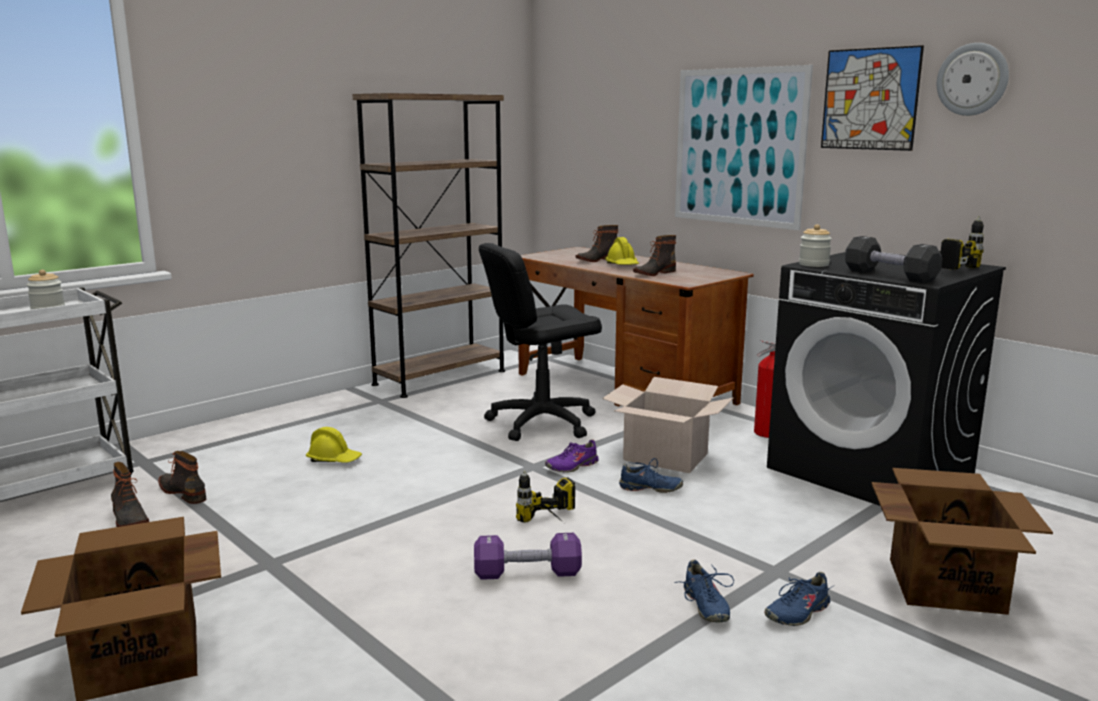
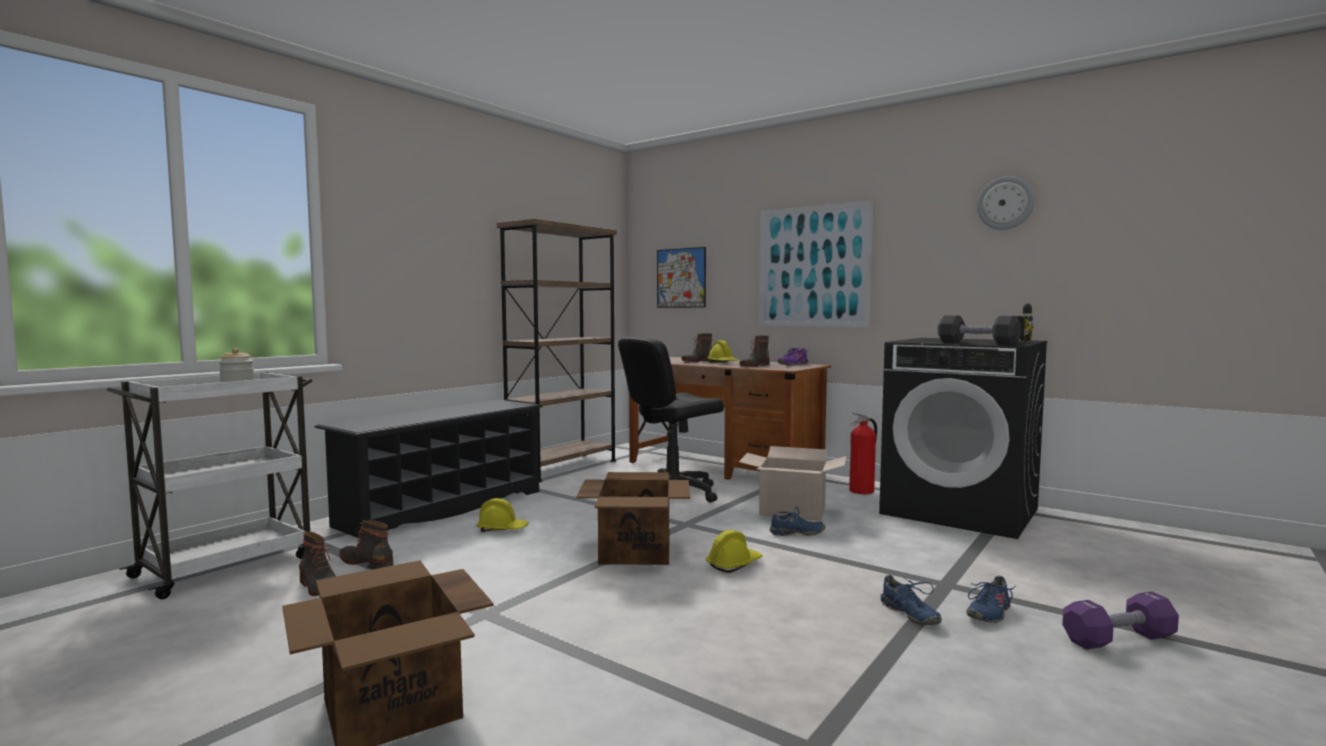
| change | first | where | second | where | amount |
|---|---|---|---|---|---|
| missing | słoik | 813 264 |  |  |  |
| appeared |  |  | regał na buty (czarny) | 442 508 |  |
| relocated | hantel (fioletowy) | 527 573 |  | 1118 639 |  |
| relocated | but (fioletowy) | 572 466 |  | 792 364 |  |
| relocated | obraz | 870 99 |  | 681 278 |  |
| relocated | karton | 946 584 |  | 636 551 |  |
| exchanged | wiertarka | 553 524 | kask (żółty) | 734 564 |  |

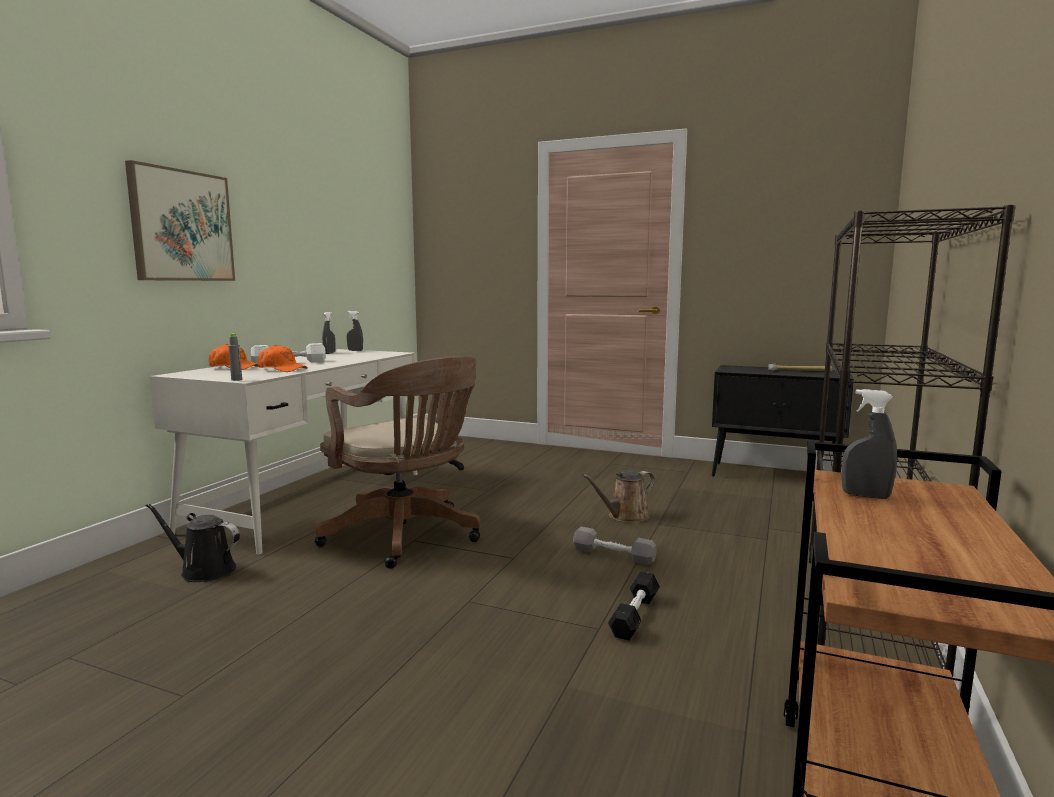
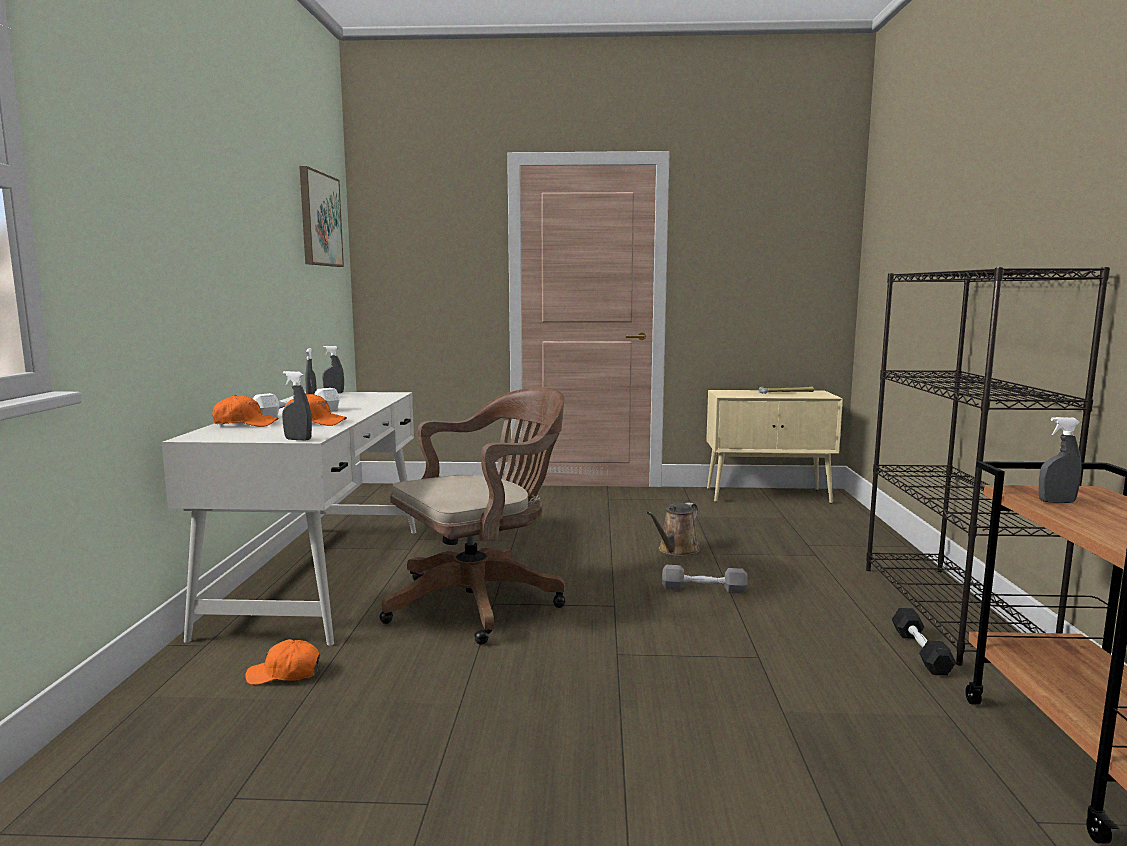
| change | first | where | second | where | amount |
|---|---|---|---|---|---|
| relocated | obraz | 182 226 |  | 319 219 |  |
| relocated | hantel (czarny) | 634 616 |  | 920 652 |  |
| exchanged | konewka (czarny) | 203 570 | czapka z daszkiem (pomarańczowy) | 284 674 |  |
| exchanged | butelka (szary) | 236 380 | spryskiwacz (szary) | 298 439 |  |
| colour | szafka (czarny) | 776 476 | szafka (beżowy) | 768 495 |  |
| spun | krzesło biurowe (brązowy) | 406 537 |  | 481 601 | 60 degrees counterclockwise |

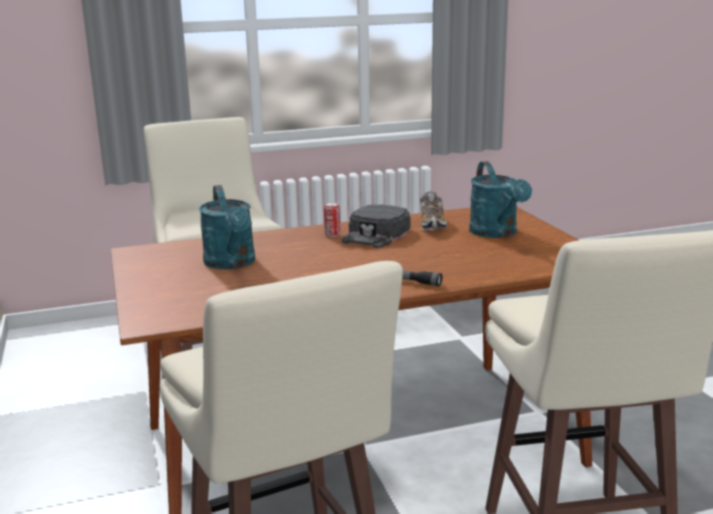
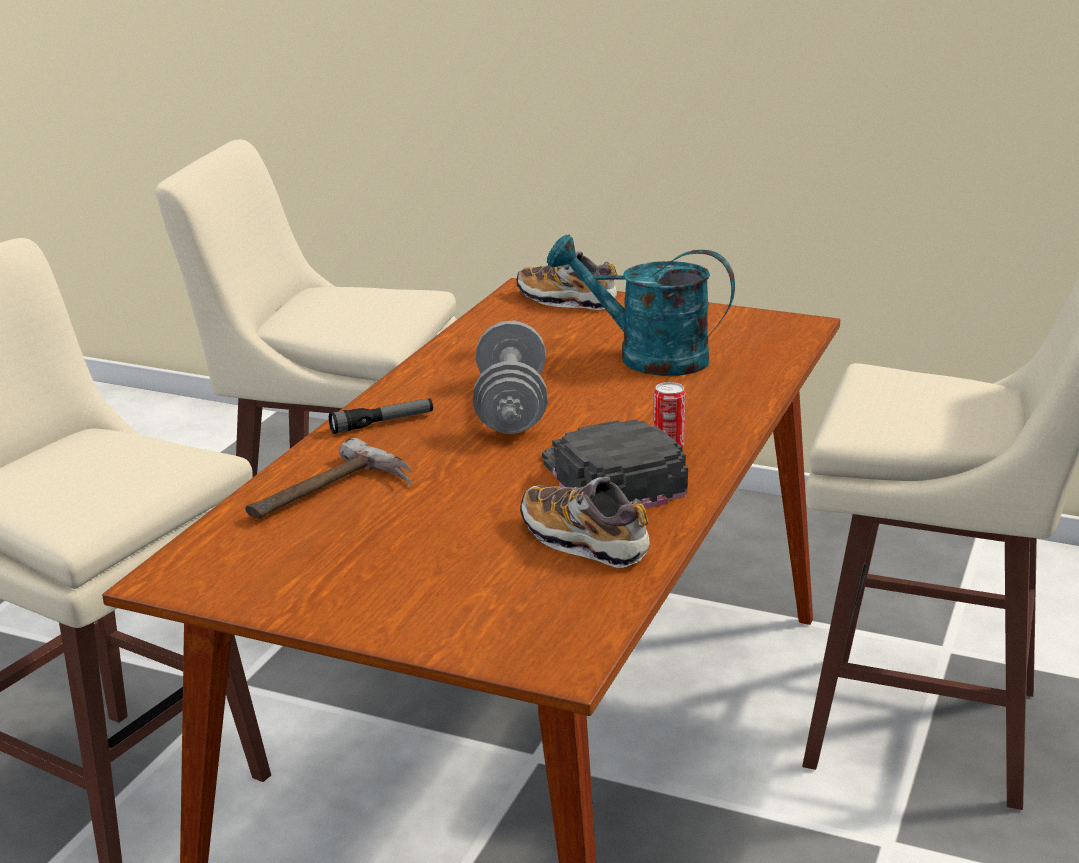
| change | first | where | second | where | amount |
|---|---|---|---|---|---|
| missing | konewka (turkusowy) | 497 233 |  |  |  |
| appeared |  |  | młotek | 330 496 |  |
| appeared |  |  | hantel (szary) | 511 408 |  |
| appeared |  |  | but | 566 300 |  |

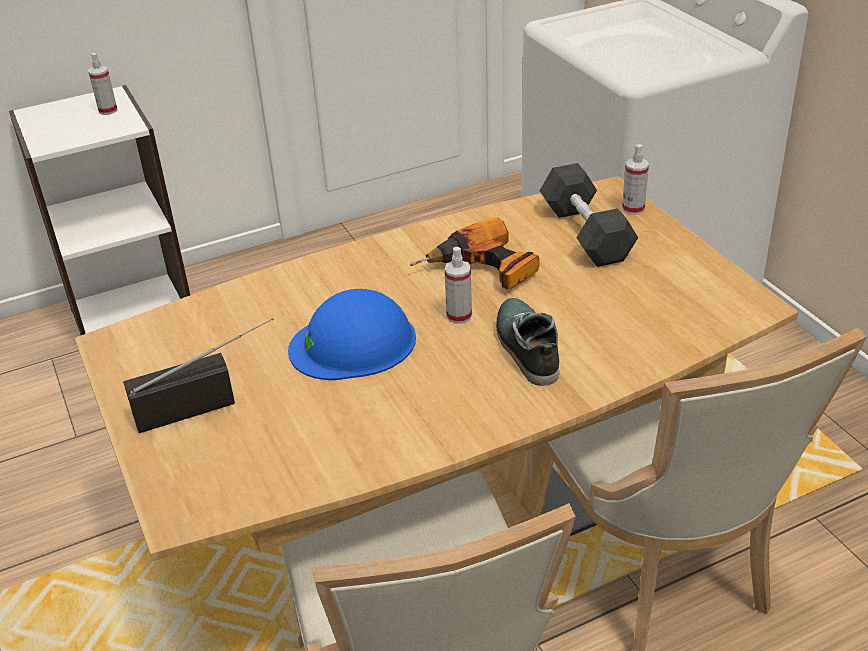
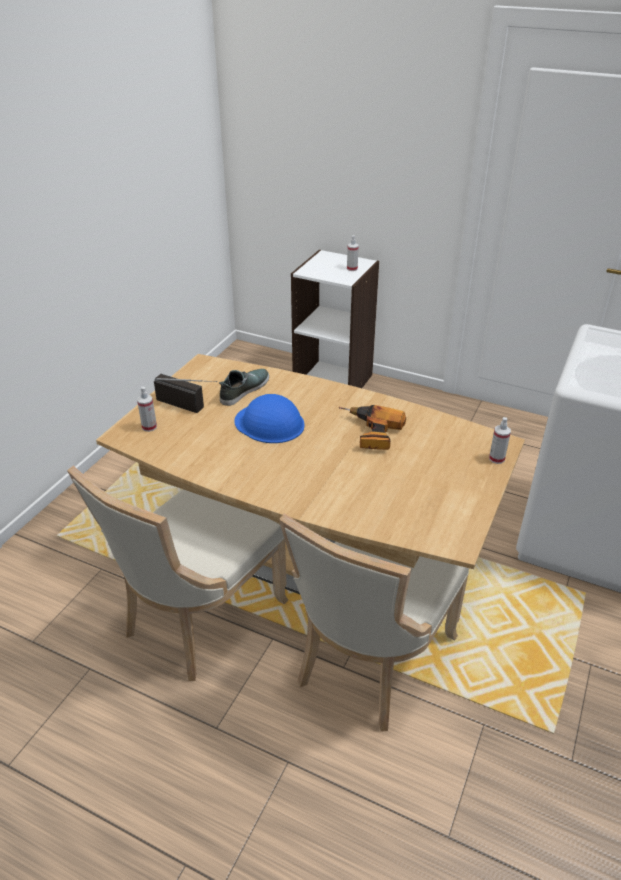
| change | first | where | second | where | amount |
|---|---|---|---|---|---|
| missing | hantel (czarny) | 585 233 |  |  |  |
| relocated | spryskiwacz | 459 316 |  | 149 427 |  |
| relocated | but | 525 347 |  | 244 390 |  |

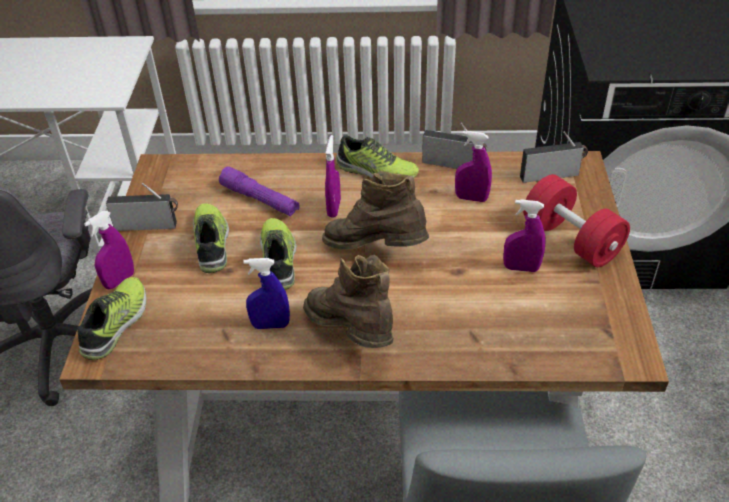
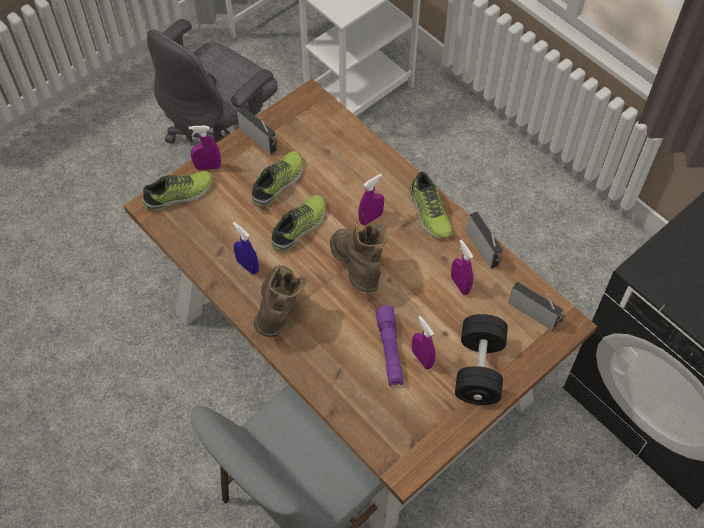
| change | first | where | second | where | amount |
|---|---|---|---|---|---|
| relocated | latarka (fioletowy) | 260 200 |  | 390 350 |  |
| colour | hantel (czerwony) | 571 239 | hantel (czarny) | 479 369 |  |

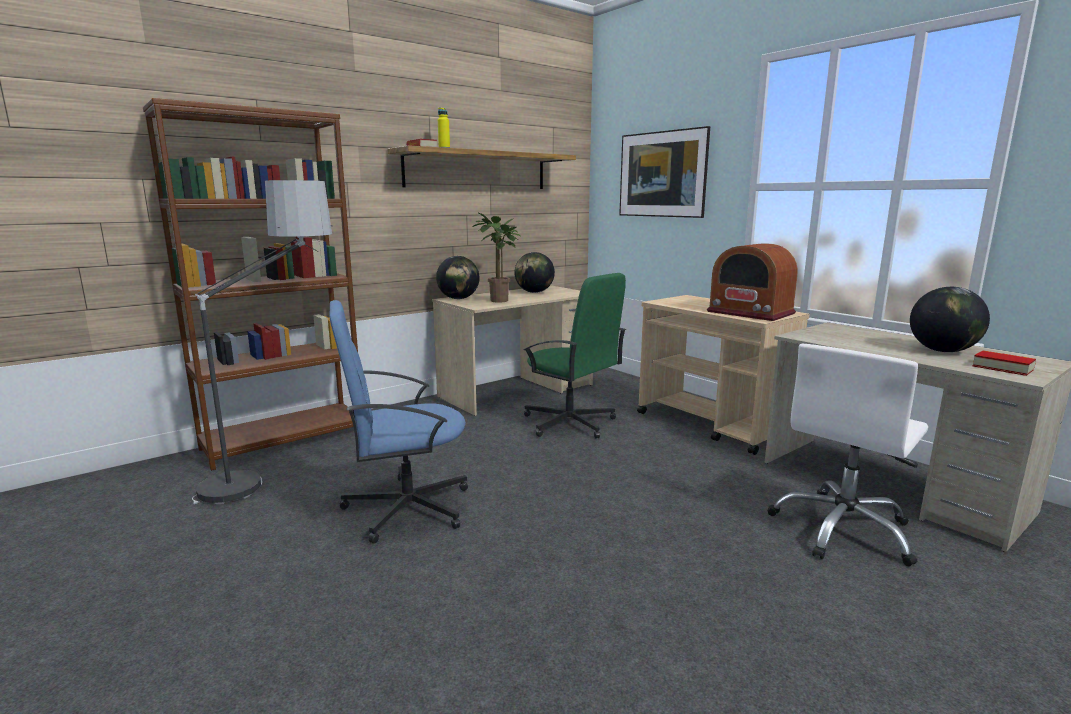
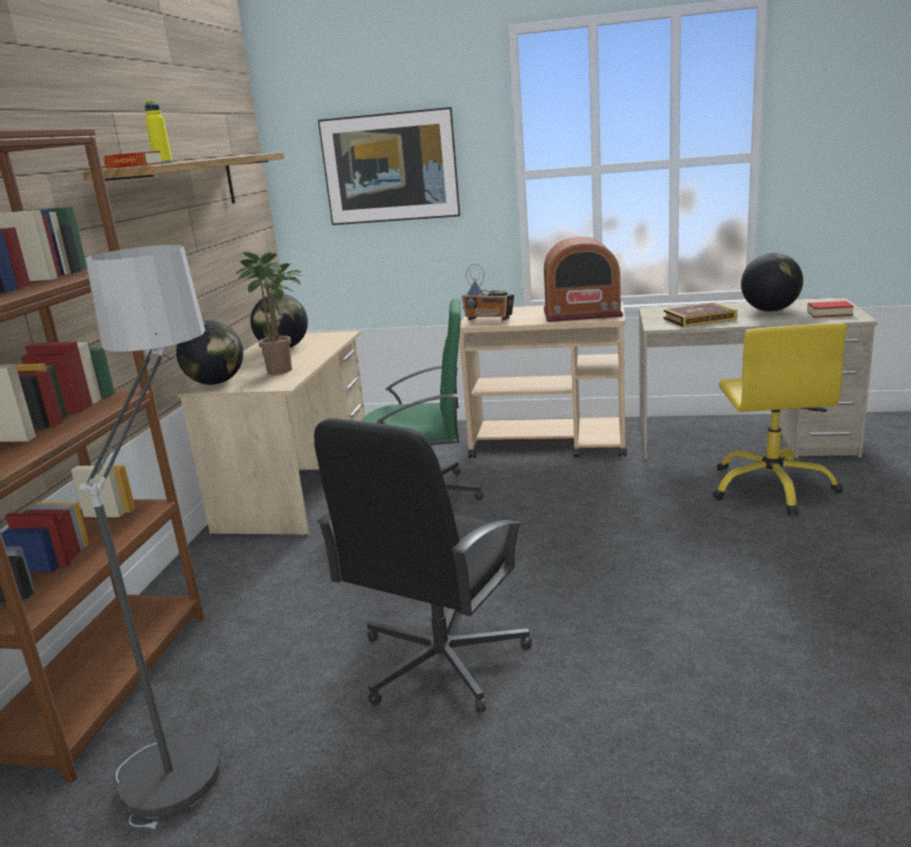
| change | first | where | second | where | amount |
|---|---|---|---|---|---|
| appeared |  |  | radio | 489 320 |  |
| appeared |  |  | książka | 699 319 |  |
| colour | krzesło biurowe (niebieski) | 405 508 | krzesło biurowe (czarny) | 439 662 |  |
| colour | krzesło biurowe (biały) | 843 530 | krzesło biurowe (żółty) | 772 487 |  |

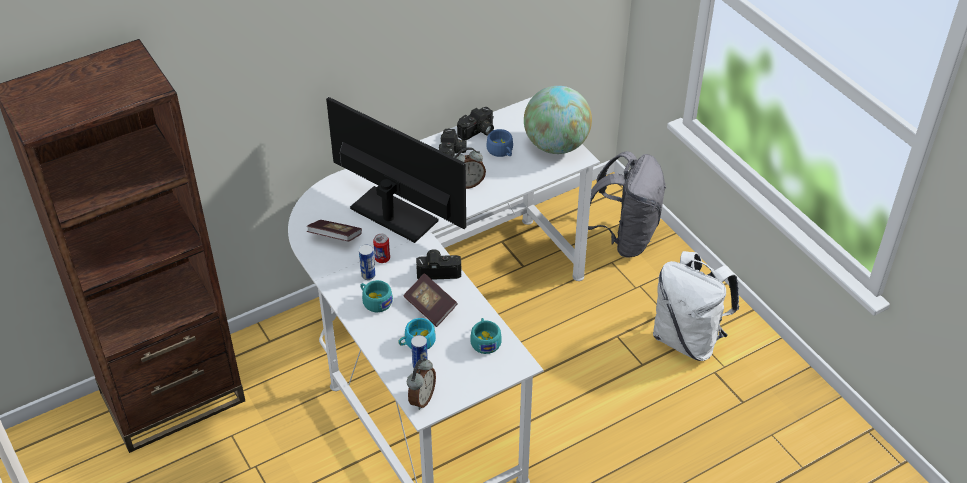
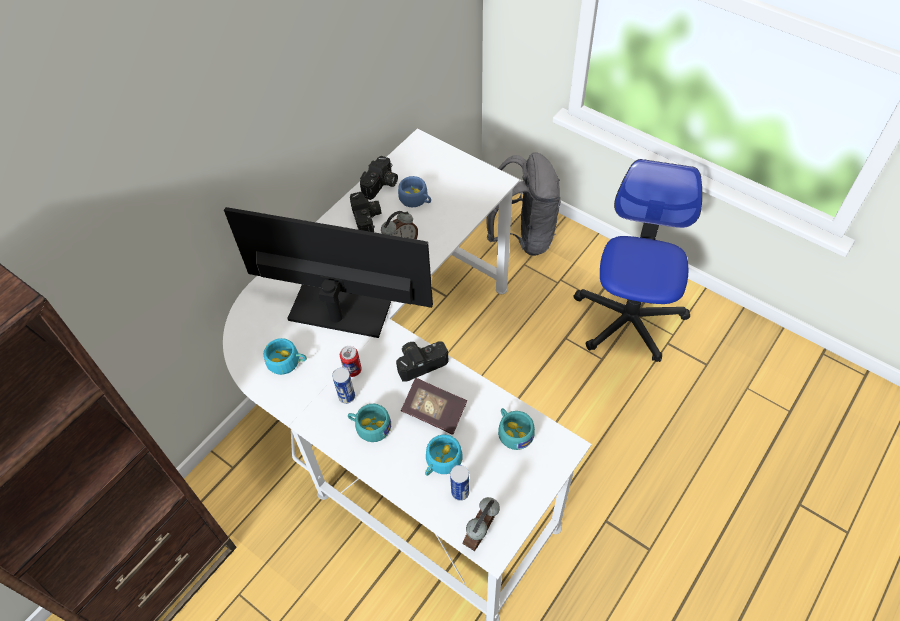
| change | first | where | second | where | amount |
|---|---|---|---|---|---|
| missing | globus | 556 145 |  |  |  |
| exchanged | książka | 335 237 | filiżanka (turkusowy) | 287 362 |  |
| exchanged | plecak (biały) | 688 339 | krzesło biurowe | 628 318 |  |
| spun | budzik | 421 398 |  | 482 534 | 150 degrees counterclockwise |

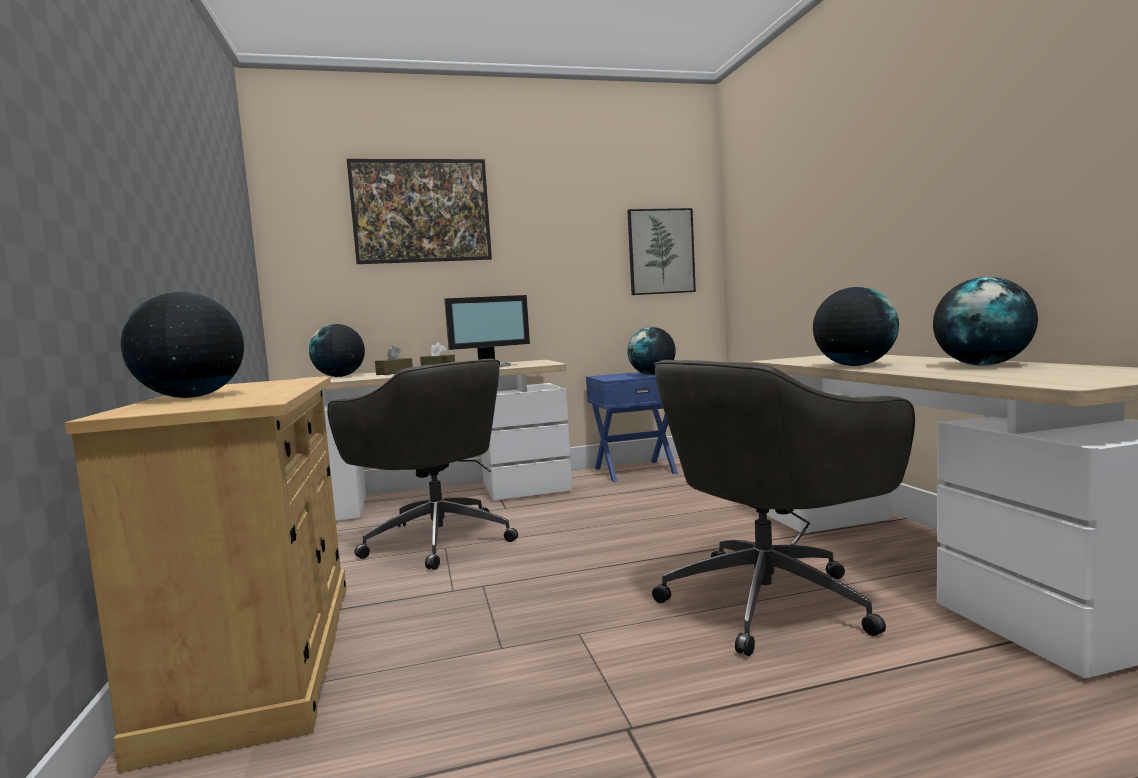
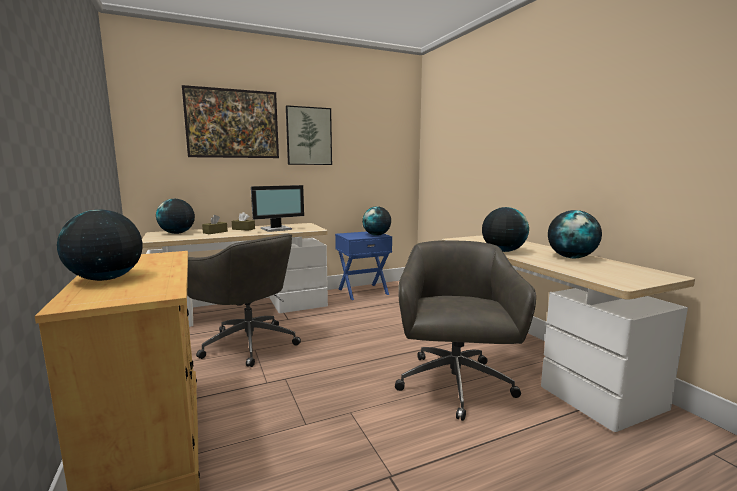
| change | first | where | second | where | amount |
|---|---|---|---|---|---|
| relocated | obraz | 660 252 |  | 309 136 |  |
| spun | krzesło biurowe (szary) | 771 600 |  | 455 386 | 135 degrees clockwise |

